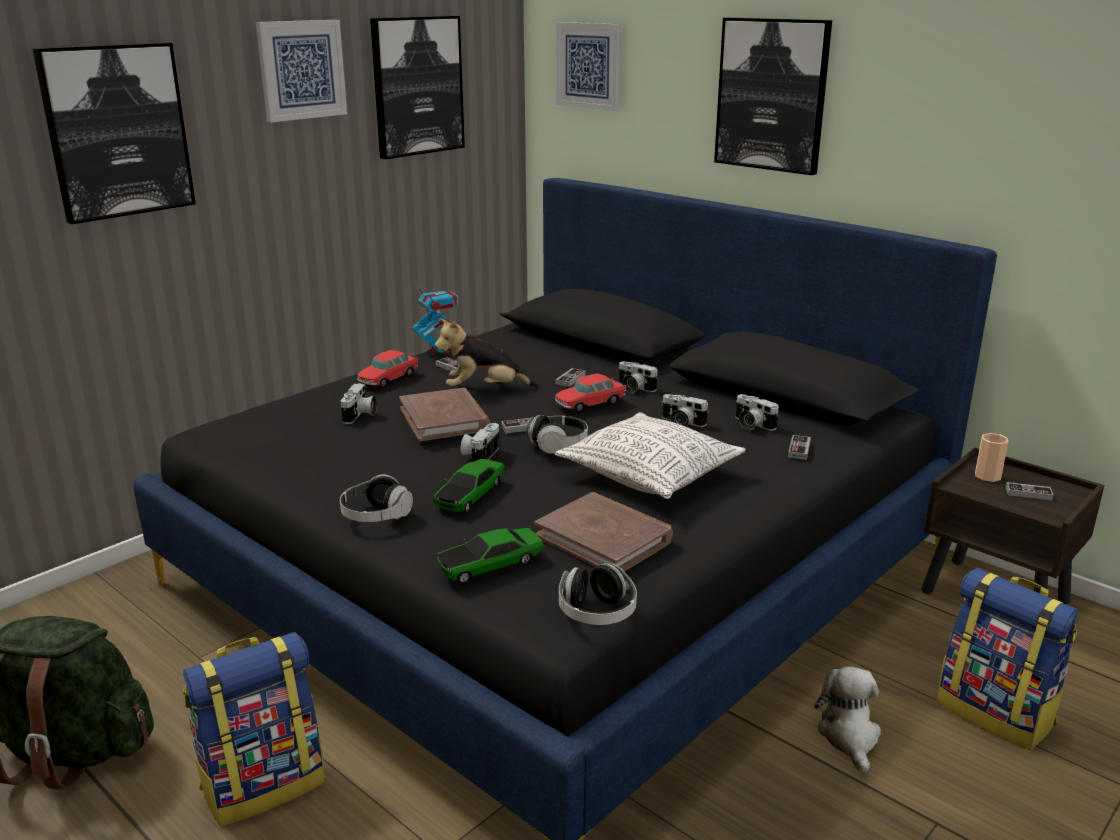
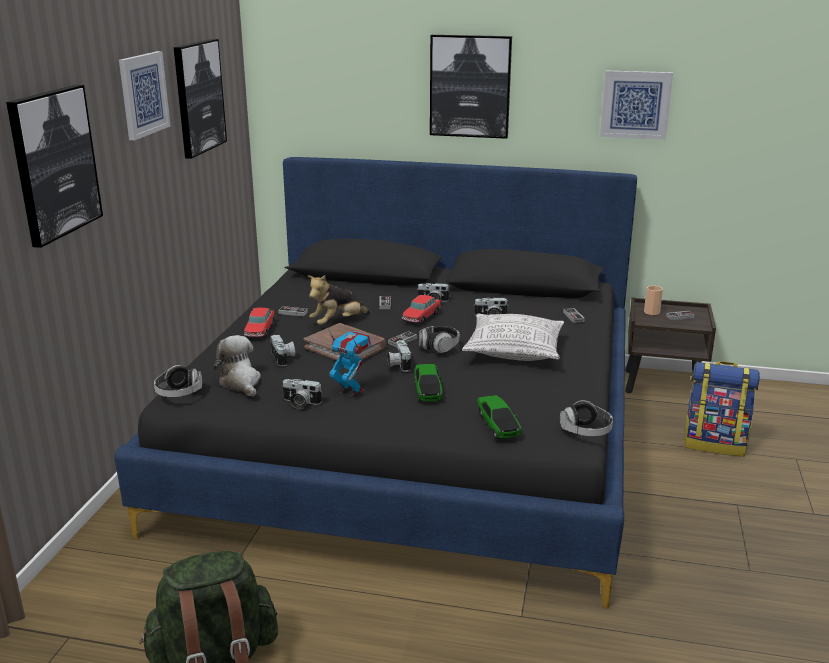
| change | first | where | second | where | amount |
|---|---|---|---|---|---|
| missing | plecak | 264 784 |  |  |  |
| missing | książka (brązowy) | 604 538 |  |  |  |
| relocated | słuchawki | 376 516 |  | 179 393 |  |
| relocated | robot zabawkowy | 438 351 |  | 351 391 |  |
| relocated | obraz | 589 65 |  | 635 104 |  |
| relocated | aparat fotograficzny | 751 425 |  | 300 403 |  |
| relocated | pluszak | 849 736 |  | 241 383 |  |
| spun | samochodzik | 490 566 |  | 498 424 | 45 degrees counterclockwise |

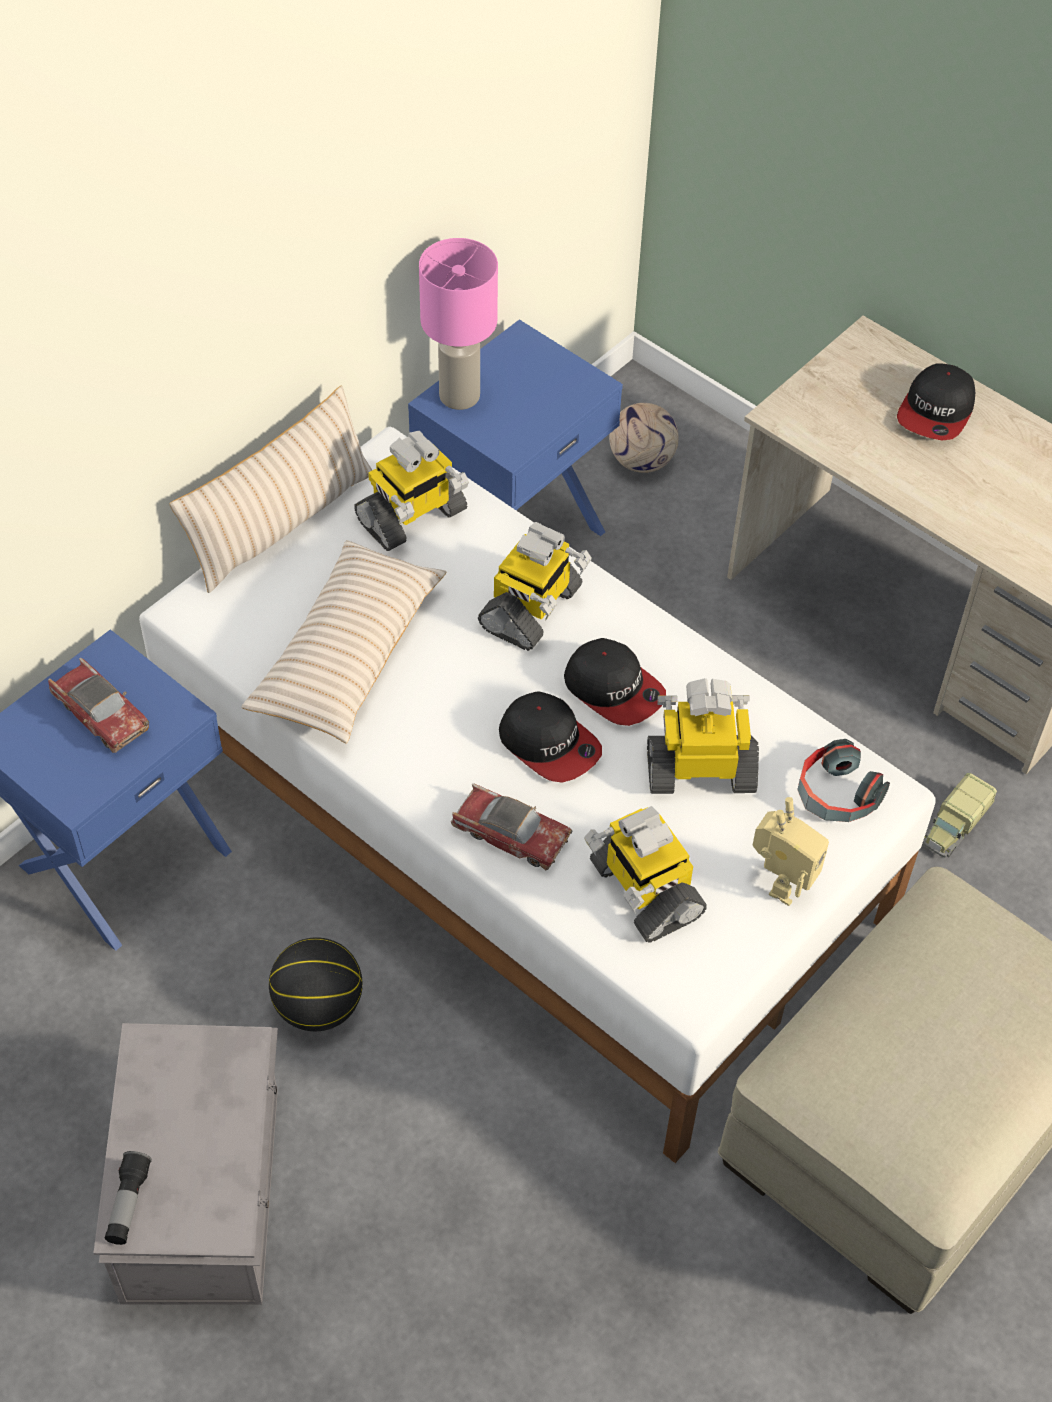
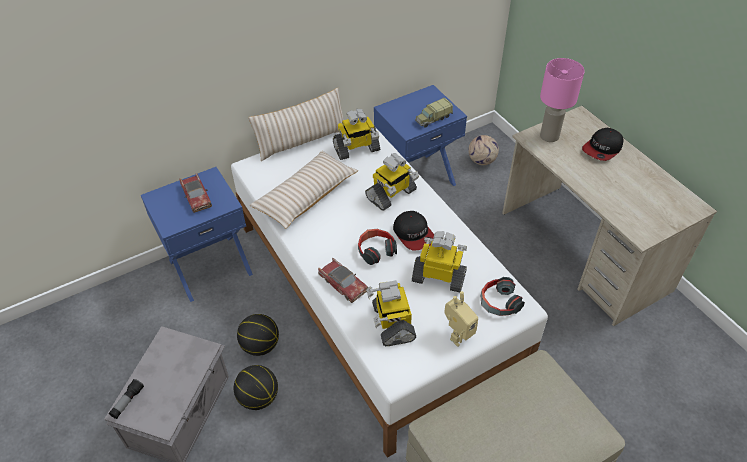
| change | first | where | second | where | amount |
|---|---|---|---|---|---|
| appeared |  |  | piłka do koszykówki | 258 397 |  |
| relocated | lampa stołowa (różowy) | 458 396 |  | 548 136 |  |
| relocated | ciężarówka zabawkowa | 954 826 |  | 433 119 |  |
| exchanged | czapka z daszkiem | 549 743 | słuchawki | 376 250 |  |

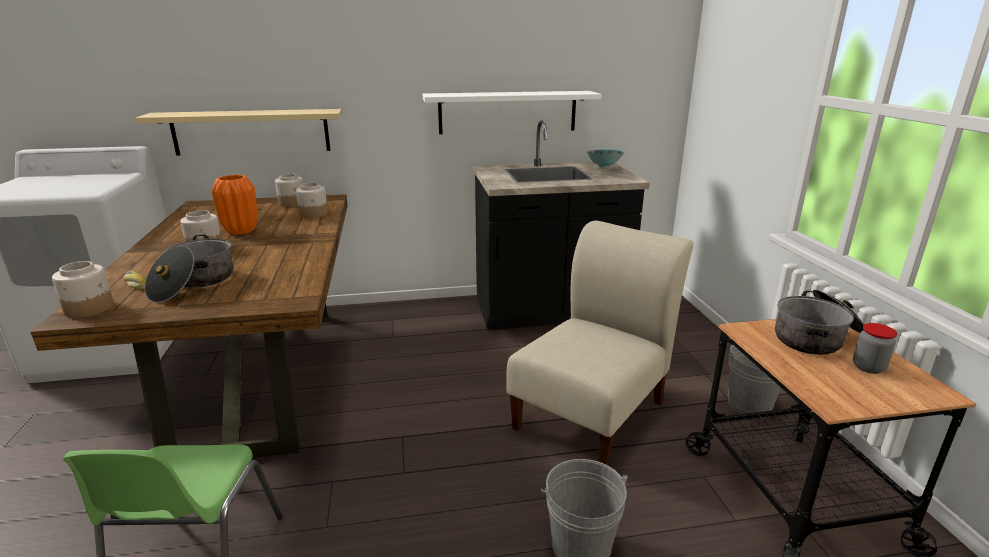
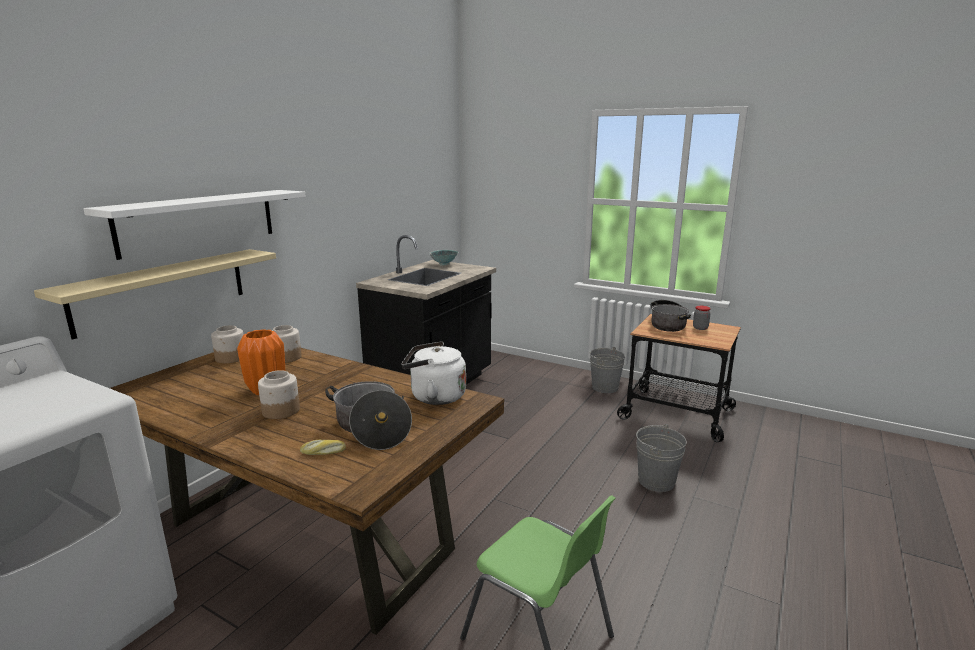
| change | first | where | second | where | amount |
|---|---|---|---|---|---|
| missing | słoik | 90 308 |  |  |  |
| missing | krzesło (beżowy) | 593 411 |  |  |  |
| appeared |  |  | czajnik (biały) | 434 397 |  |
| relocated | półka (biały) | 508 112 |  | 199 221 |  |

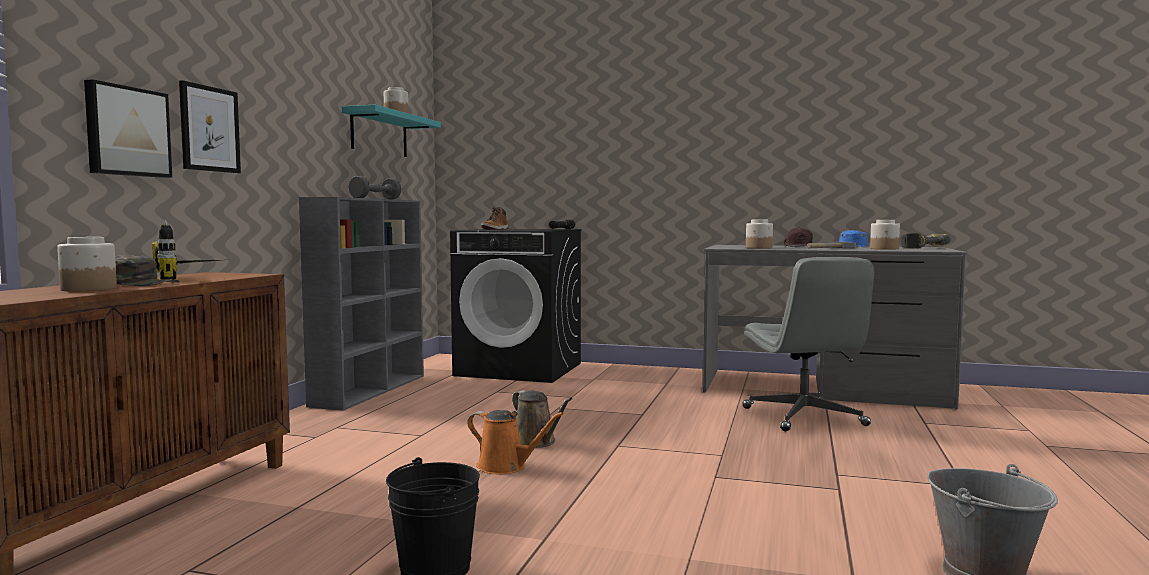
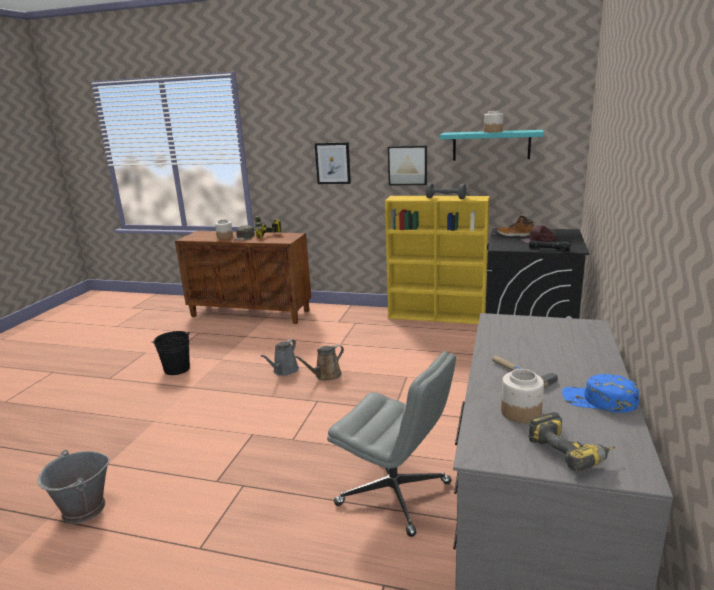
| change | first | where | second | where | amount |
|---|---|---|---|---|---|
| missing | słoik | 759 248 |  |  |  |
| relocated | obraz | 126 131 |  | 407 165 |  |
| relocated | czapka z daszkiem (brązowy) | 799 246 |  | 538 241 |  |
| colour | regał (szary) | 370 390 | regał (żółty) | 437 316 |  |
| colour | konewka (pomarańczowy) | 506 466 | konewka (szary) | 284 371 |  |
| spun | krzesło biurowe (szary) | 804 417 |  | 395 494 | 135 degrees counterclockwise |

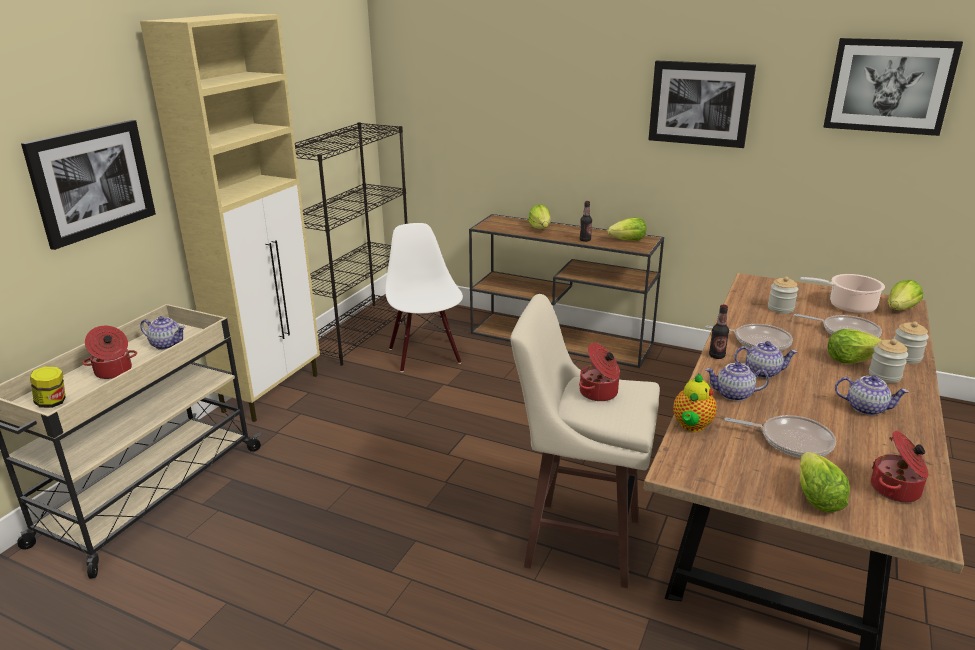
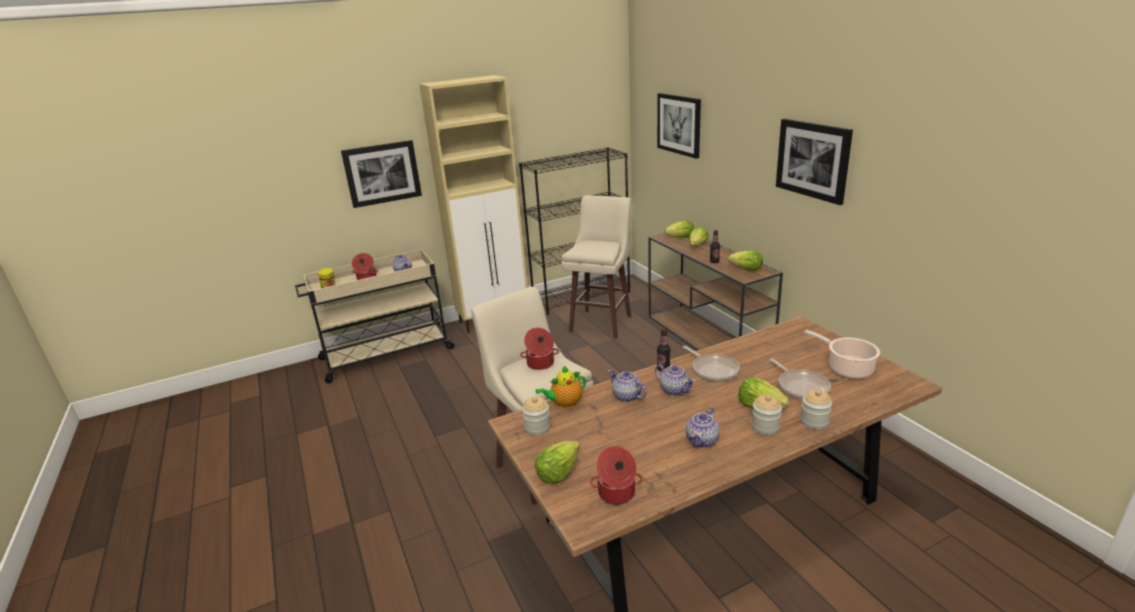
| change | first | where | second | where | amount |
|---|---|---|---|---|---|
| missing | patelnia | 791 441 |  |  |  |
| relocated | słoik | 780 308 |  | 537 427 |  |
| relocated | obraz | 889 86 |  | 679 124 |  |
| relocated | sałata | 900 309 |  | 680 238 |  |
| exchanged | krzesło (biały) | 425 355 | stołek (beżowy) | 602 323 |  |
| spun | imbryk | 866 408 |  | 702 441 | 60 degrees clockwise |

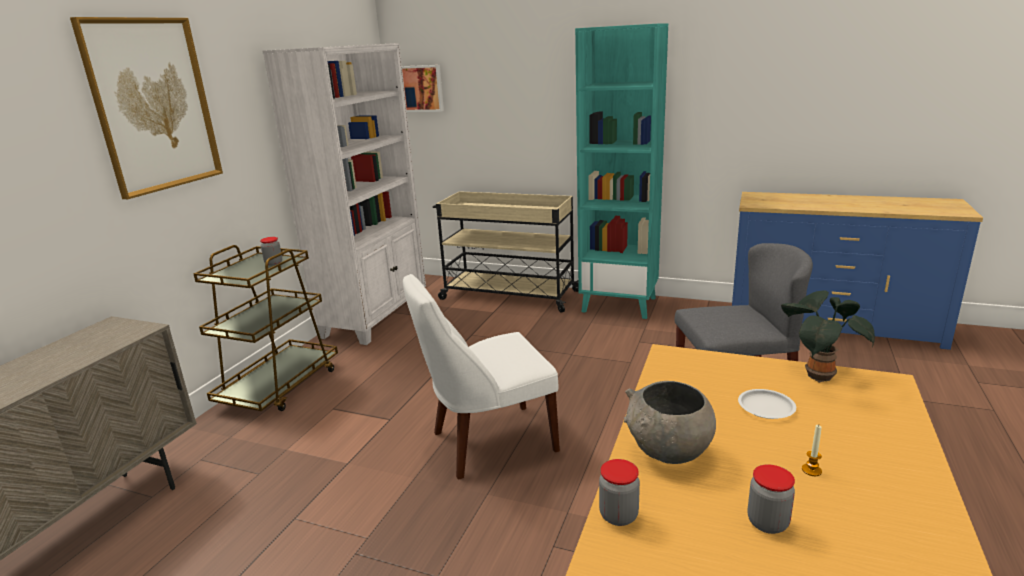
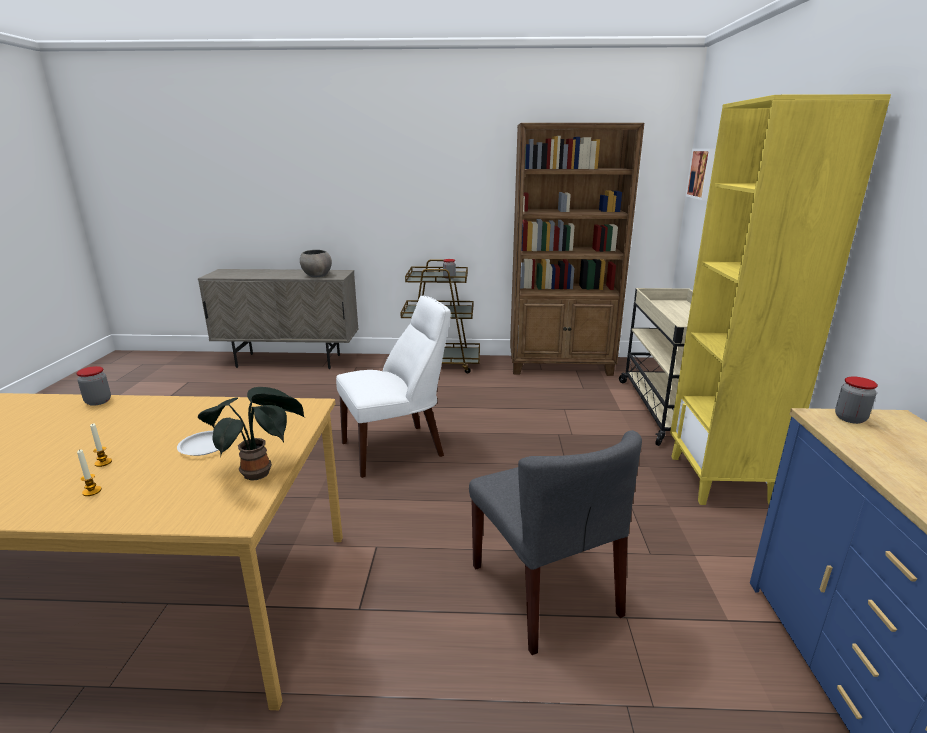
| change | first | where | second | where | amount |
|---|---|---|---|---|---|
| missing | obraz | 153 105 |  |  |  |
| appeared |  |  | świeca | 92 491 |  |
| relocated | miska (szary) | 668 452 |  | 317 275 |  |
| relocated | słoik | 767 522 |  | 850 418 |  |
| colour | regał (biały) | 376 317 | regał (brązowy) | 561 366 |  |
| colour | regał (turkusowy) | 619 304 | regał (żółty) | 721 480 |  |
| spun | krzesło (biały) | 488 442 |  | 397 448 | 105 degrees clockwise |

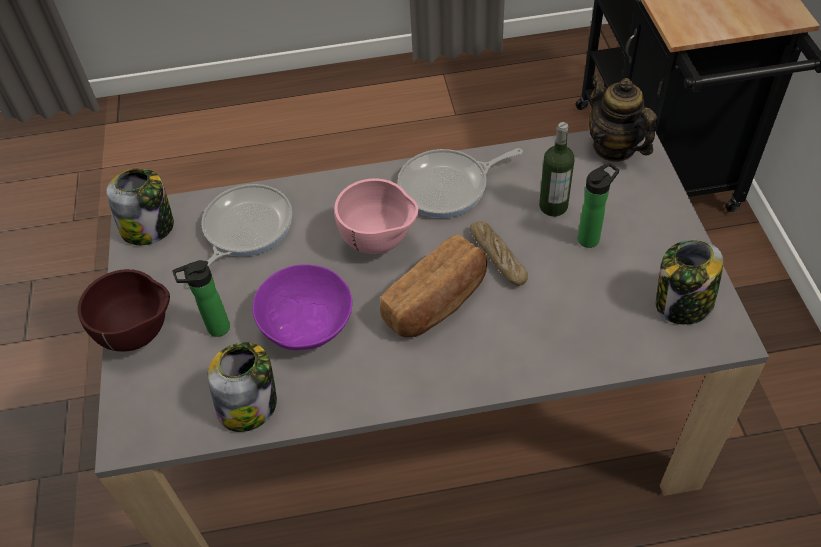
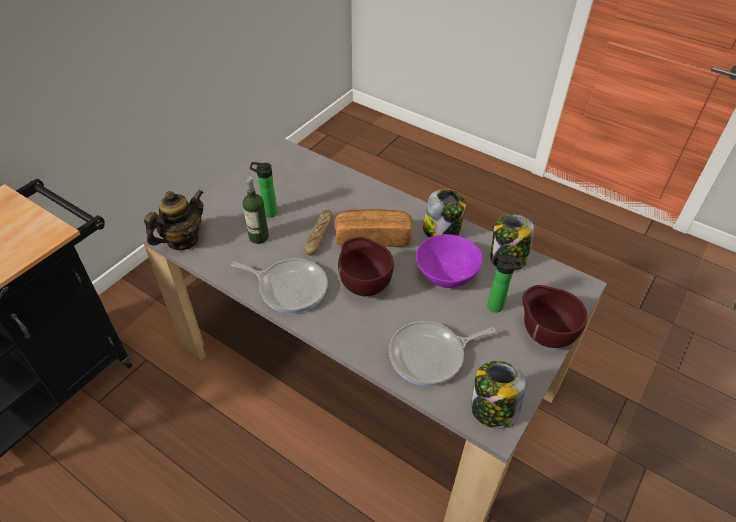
| change | first | where | second | where | amount |
|---|---|---|---|---|---|
| relocated | słoik | 682 304 |  | 442 231 |  |
| colour | miska (różowy) | 380 243 | miska (brązowy) | 364 285 |  |
| spun | imbryk | 614 147 |  | 182 240 | 150 degrees counterclockwise |

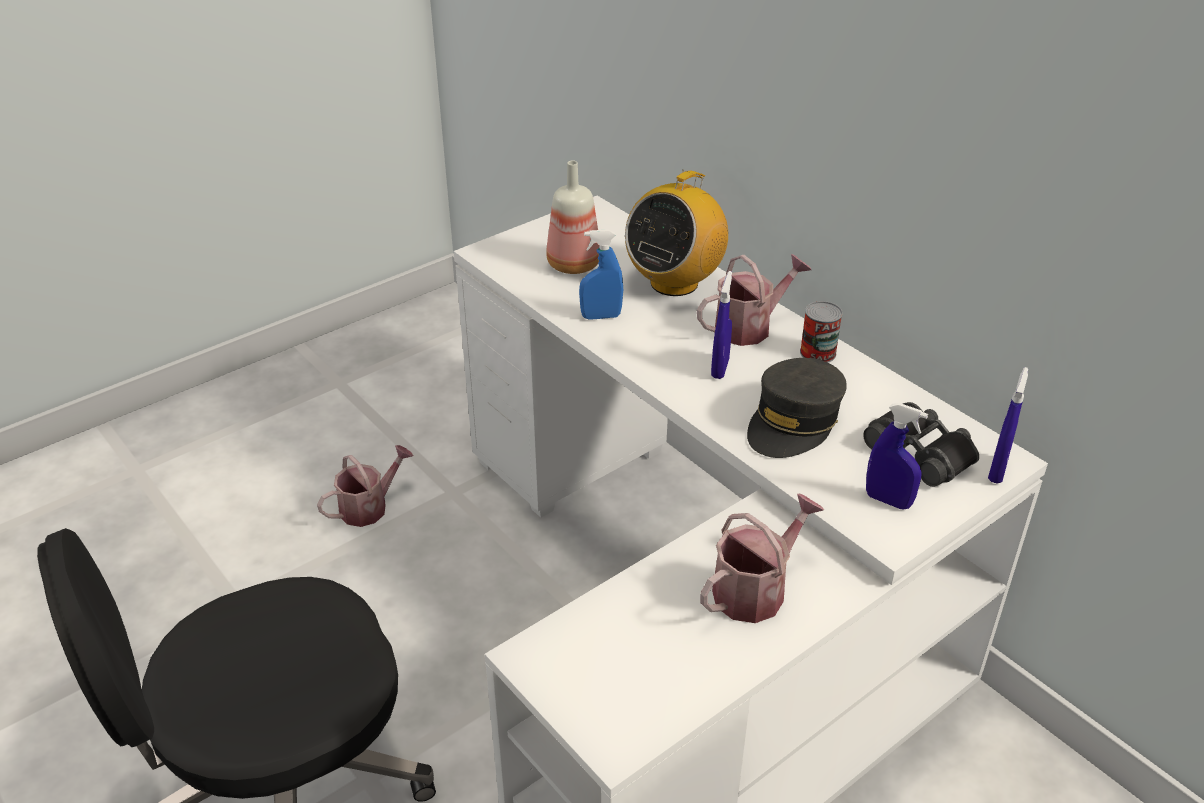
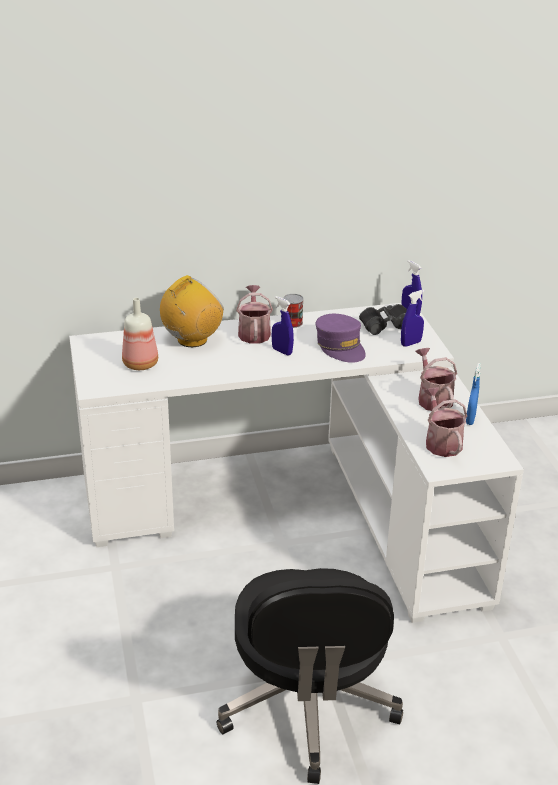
| change | first | where | second | where | amount |
|---|---|---|---|---|---|
| relocated | konewka | 369 507 |  | 441 442 |  |
| relocated | spryskiwacz (niebieski) | 601 316 |  | 470 419 |  |
| colour | czapka z daszkiem (szary) | 793 422 | czapka z daszkiem (fioletowy) | 340 346 |  |
| spun | radio | 674 282 |  | 192 340 | 105 degrees counterclockwise |

